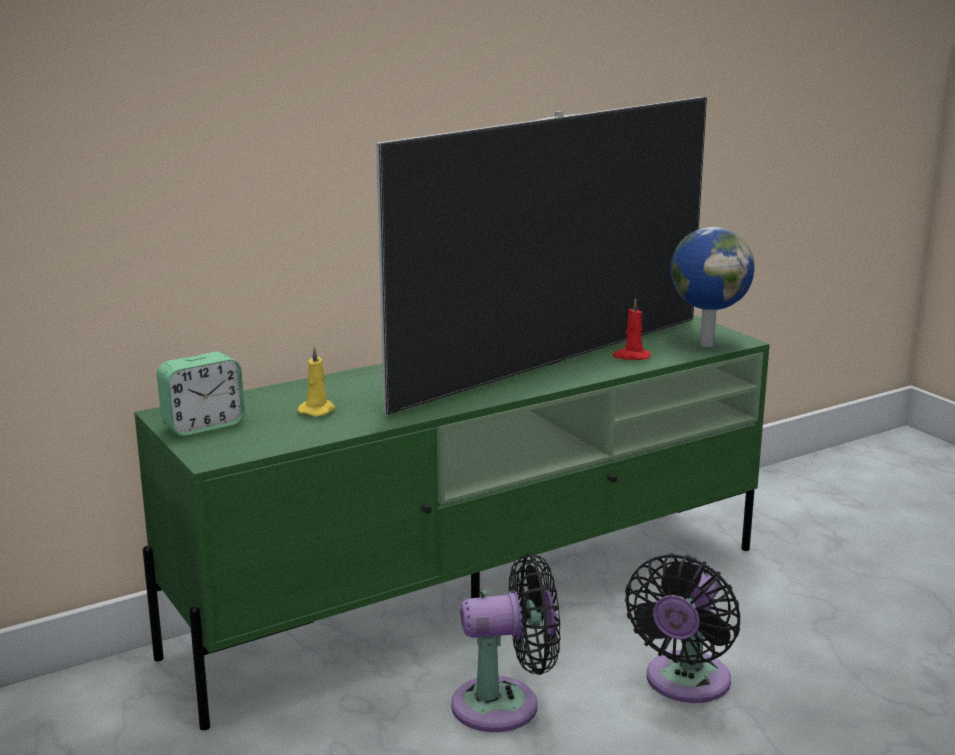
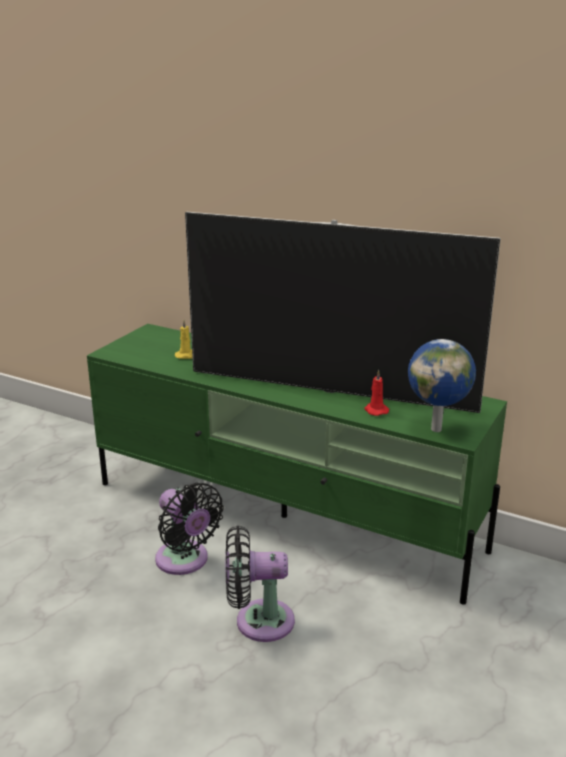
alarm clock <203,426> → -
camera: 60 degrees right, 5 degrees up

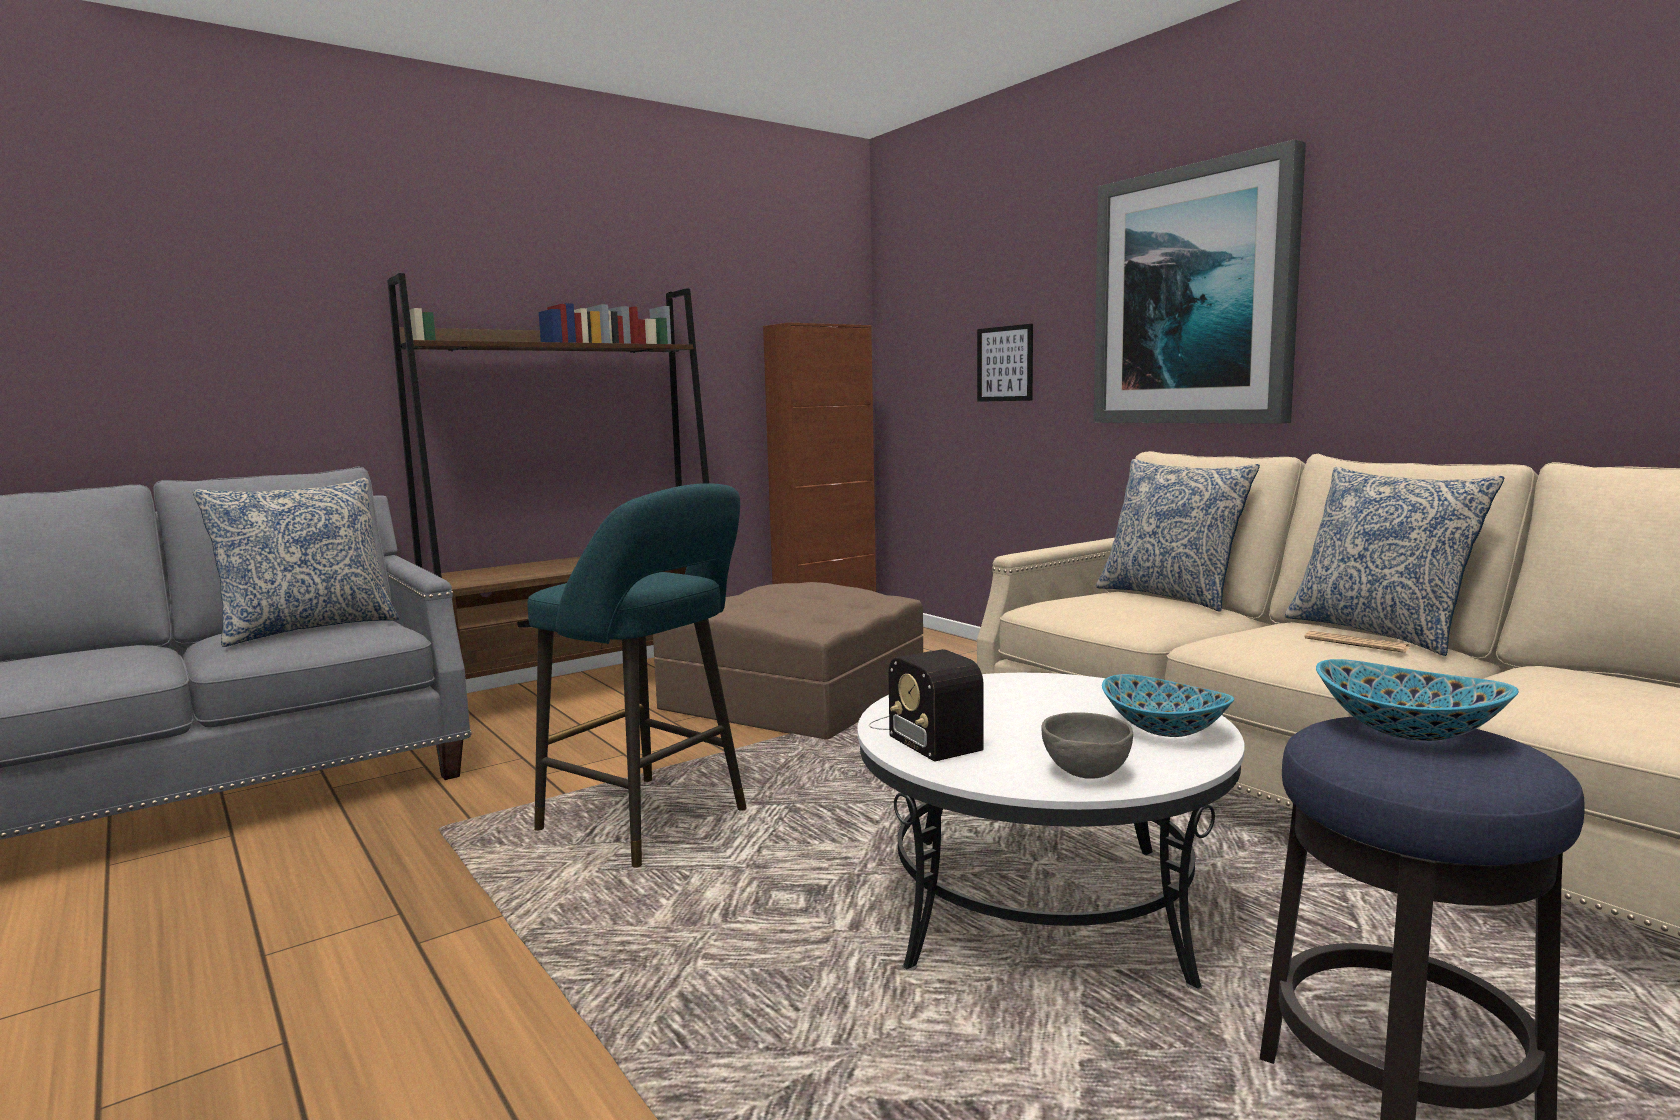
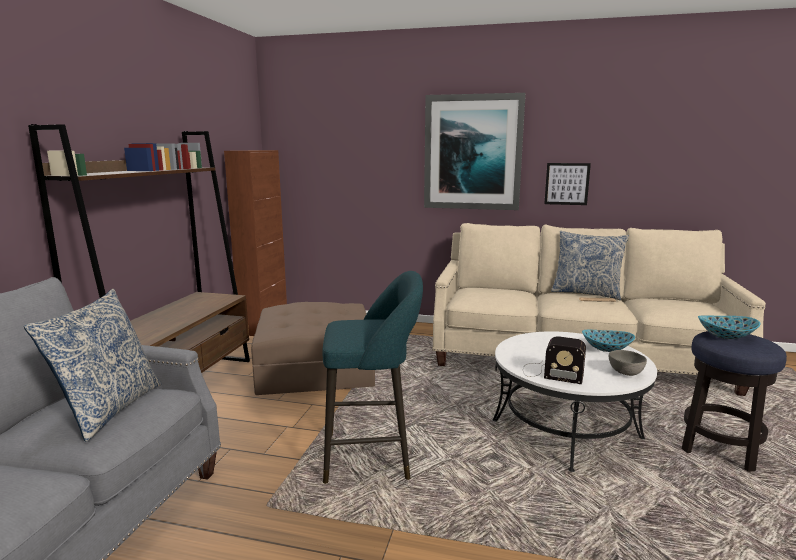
picture <1005,364> → picture <567,184>, shifted
pillow <1170,596> → -
camera: 40 degrees left, 5 degrees up

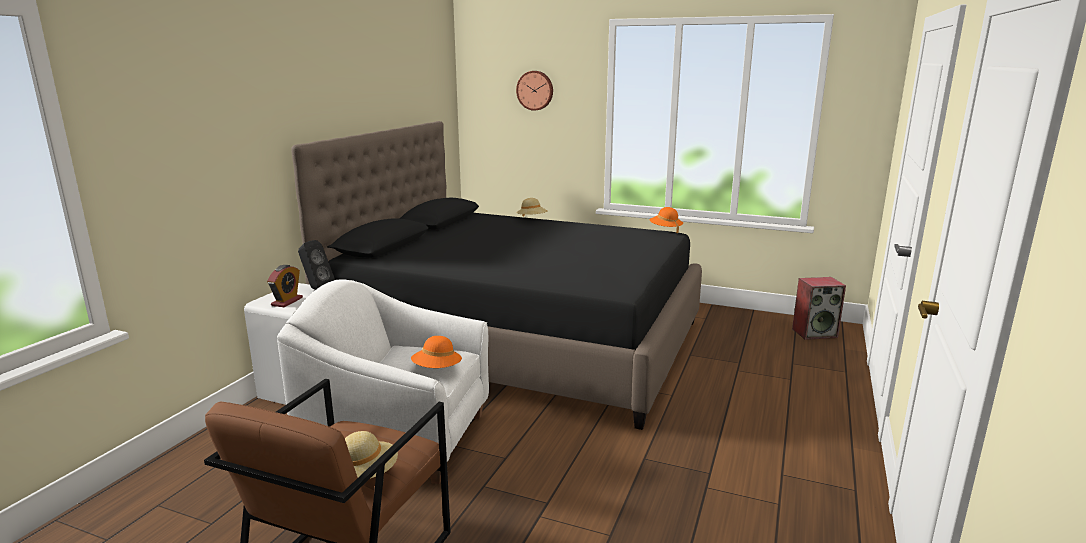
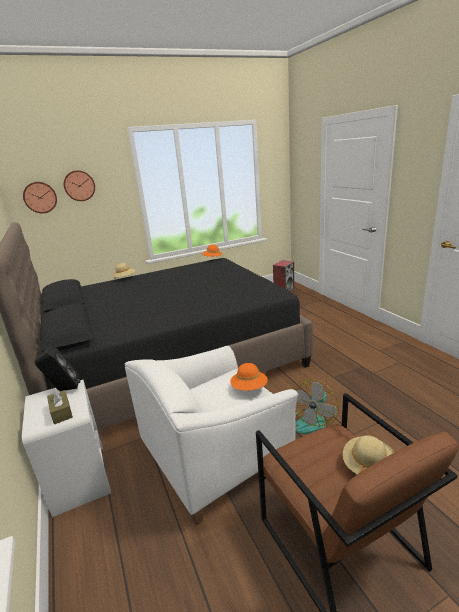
- → wall clock <40,197>
alarm clock <287,301> → tissue box/brown <61,412>
- → fan <313,420>
camera: 45 degrees left, 5 degrees up

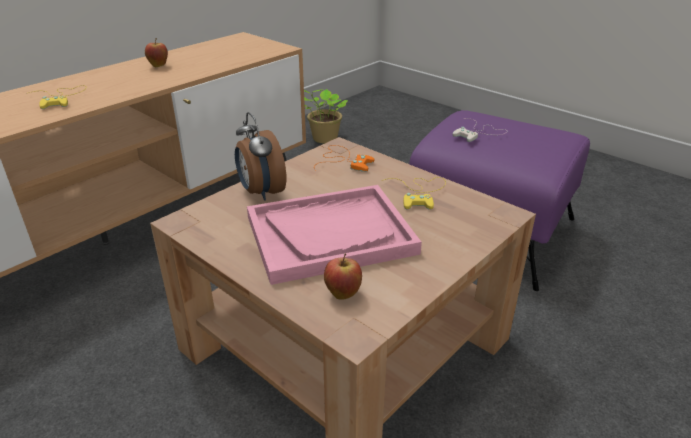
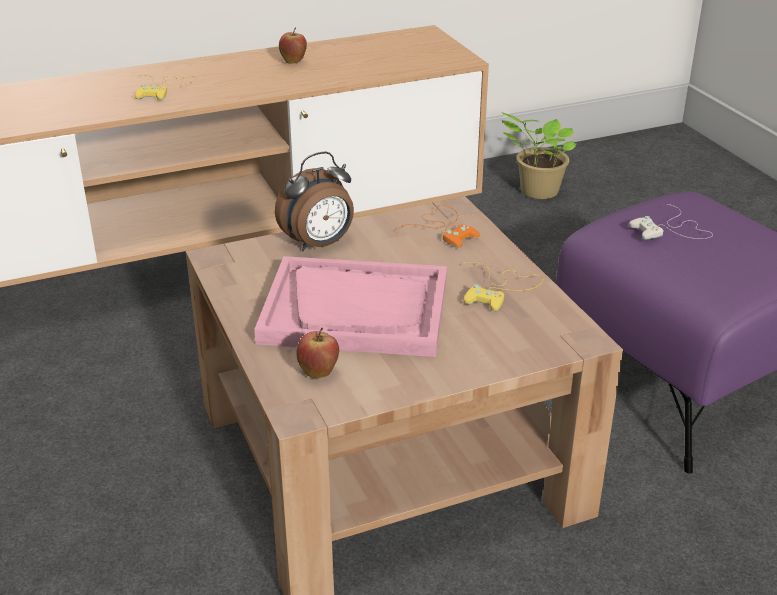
alarm clock <261,192> → alarm clock <319,244>, 120 degrees counterclockwise
camera: 25 degrees right, 0 degrees up

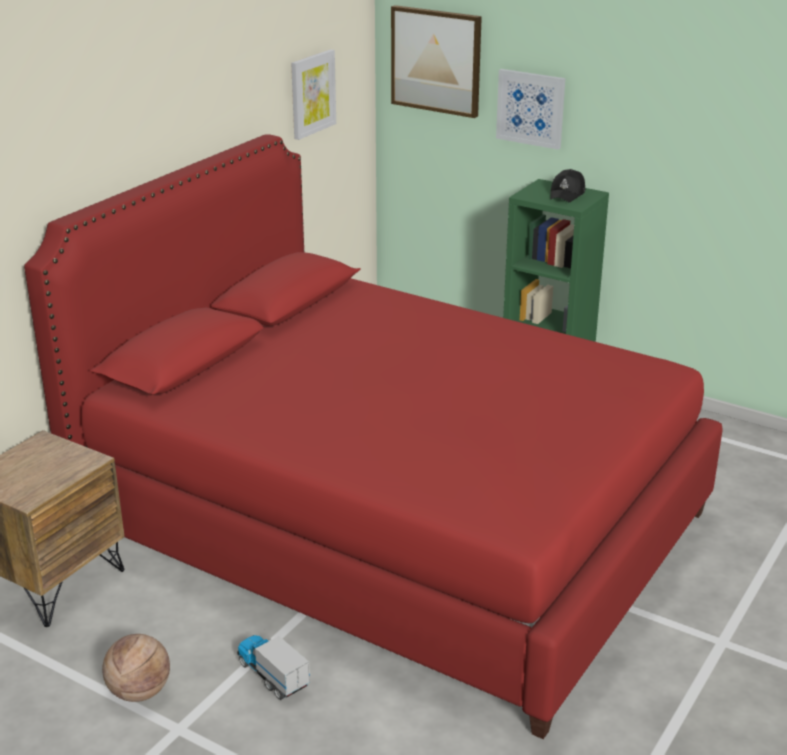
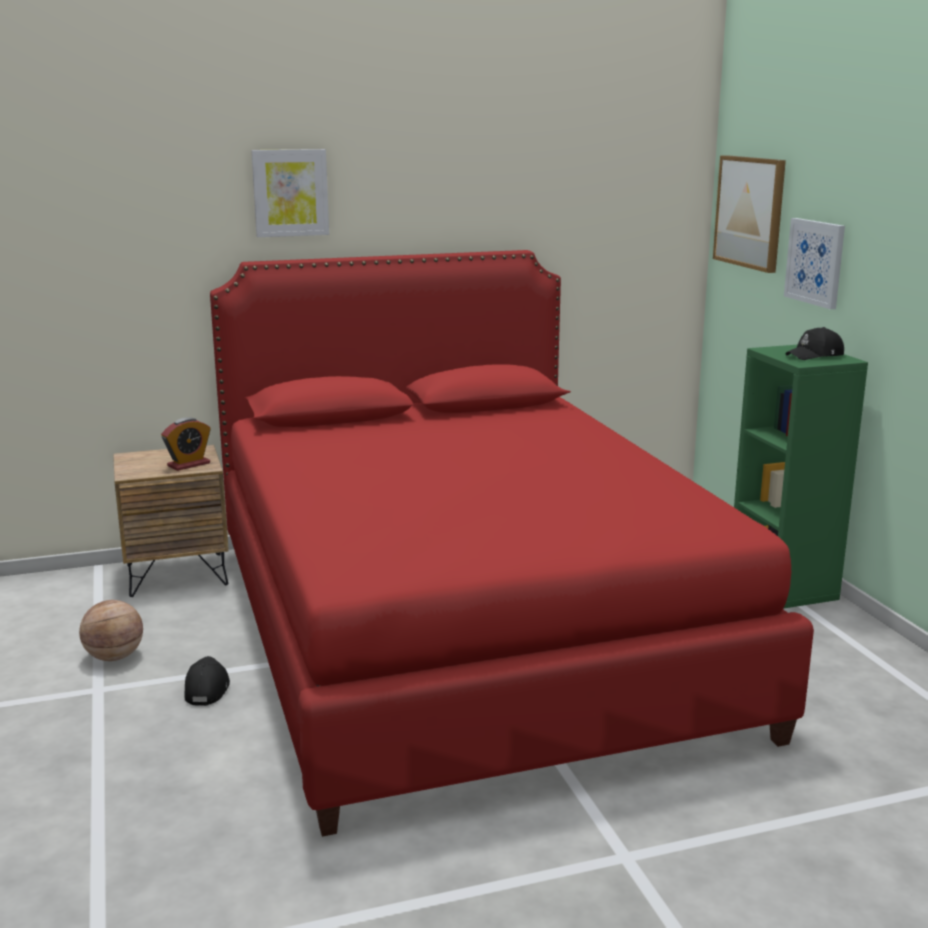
- → alarm clock <188,464>
toy truck <272,676> → peaked cap/blackish <206,688>
picture <312,93> → picture <290,193>, shifted
camera: 40 degrees right, 10 degrees down

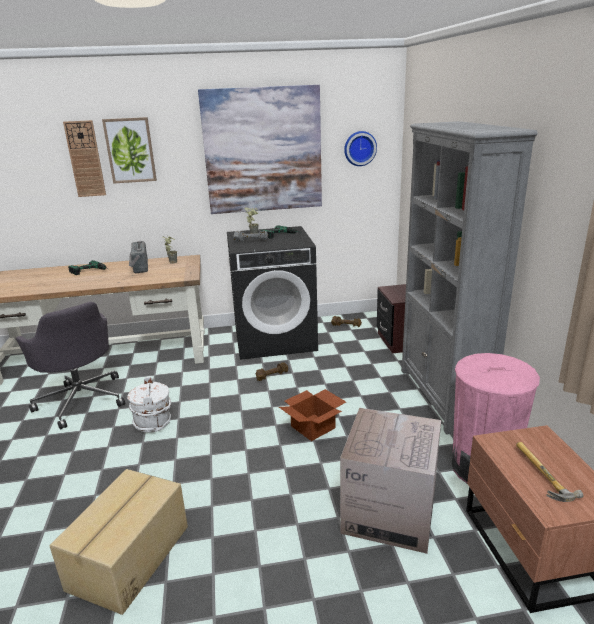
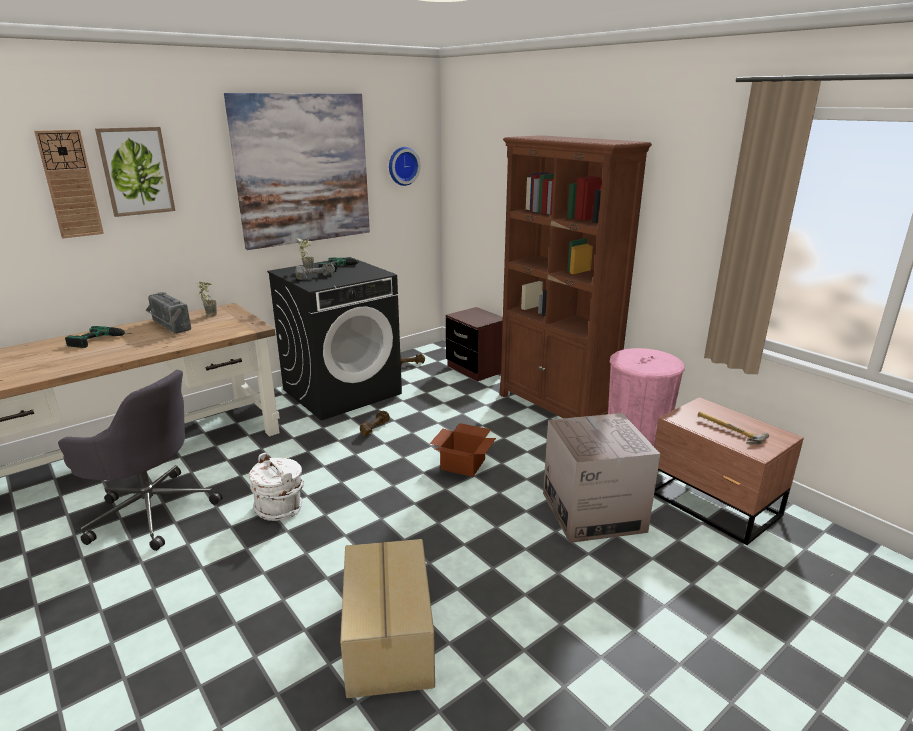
shelving unit/gray <443,397> → shelving unit/brown <555,409>
camera: 30 degrees left, 0 degrees up

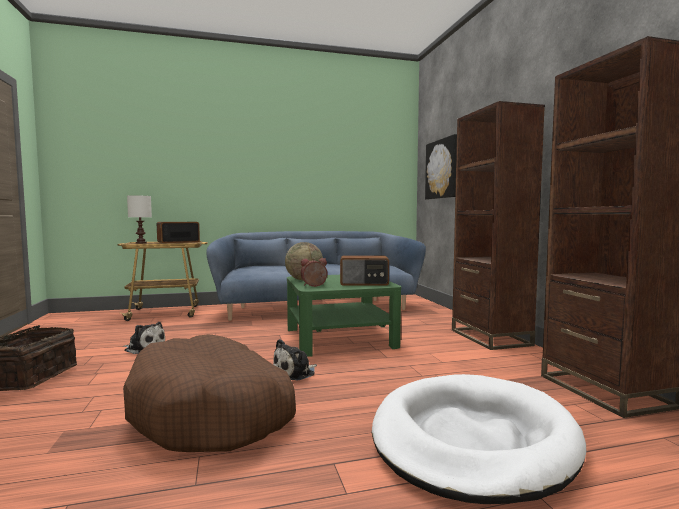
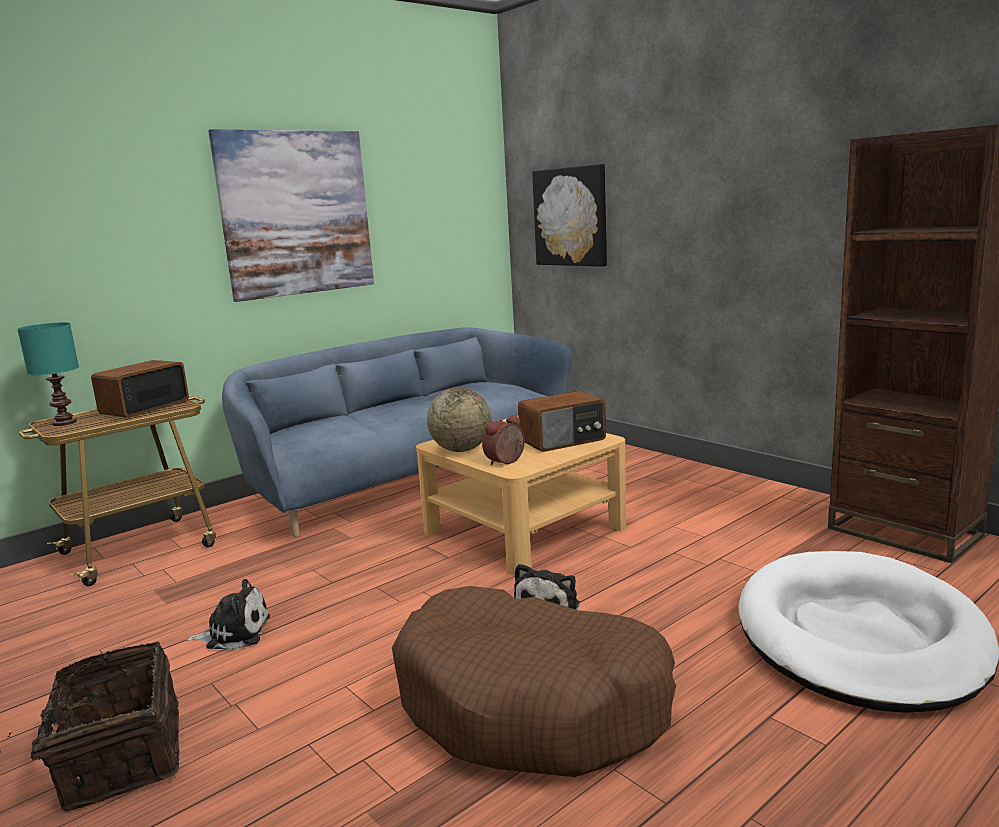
lamp for a table/white-coloured <140,243> → lamp for a table/blue-green <63,423>
- → picture <296,213>
low table/greenish <340,337> → low table/sand-coloured <524,528>
shelving unit/brown <490,337> → -
camera: 25 degrees left, 10 degrees up

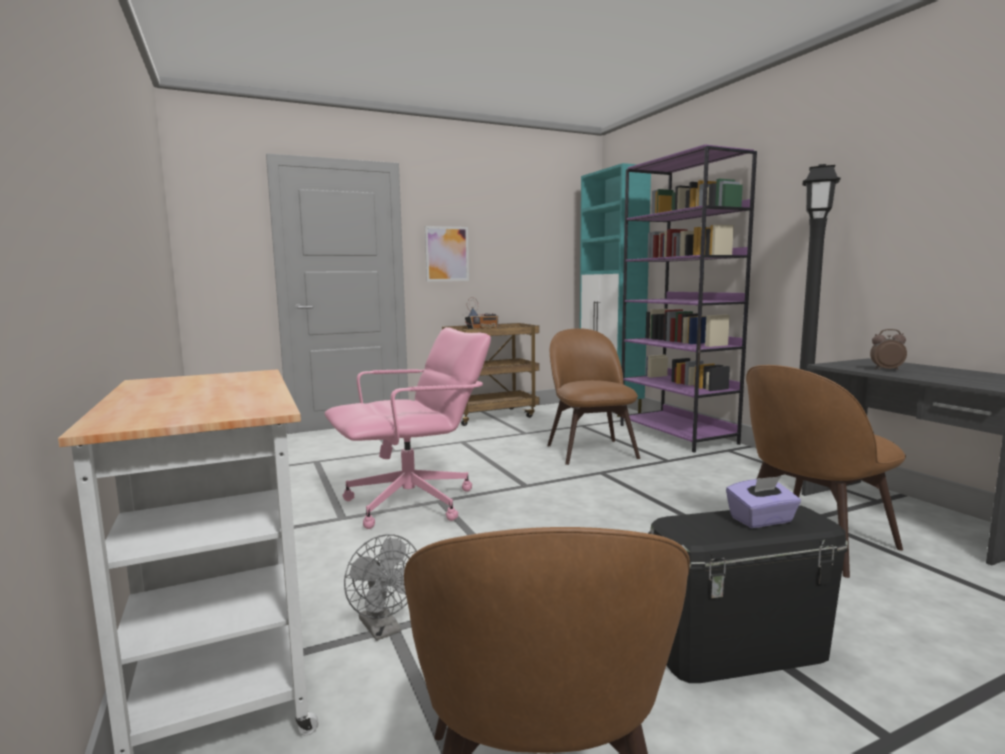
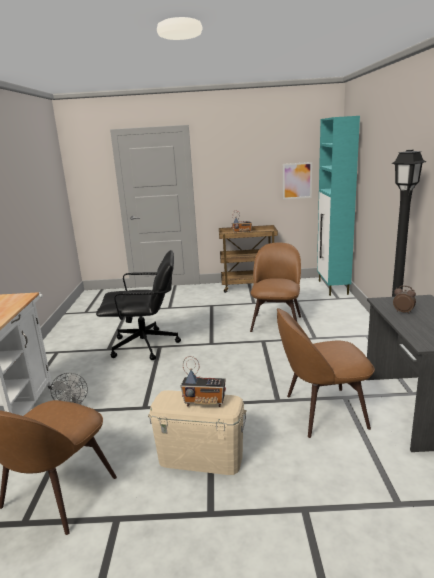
desk chair/pink-coloured <412,503> → desk chair/blackish <145,346>
storage box/blackish <739,648> → storage box/sand-coloured <201,458>
tissue box/purple-coloured <761,520> → radio receiver <205,402>
picture <447,254> → picture <297,180>, shifted
shelving unit/purple-coloured <677,434> → -
camera: 25 degrees right, 10 degrees up

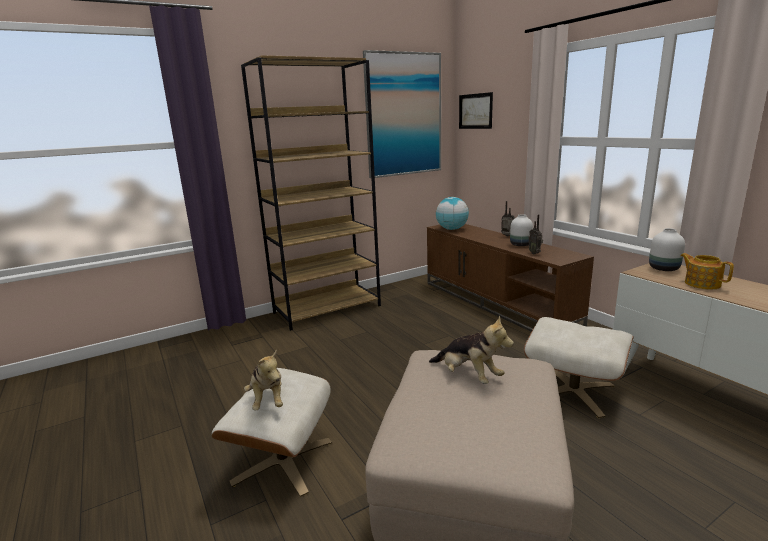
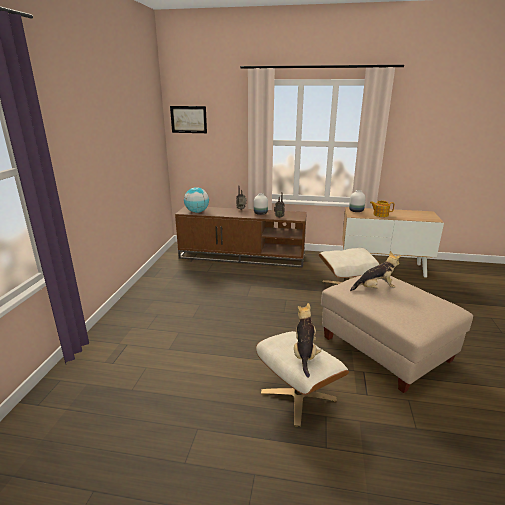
soft toy <268,400> → soft toy <304,355>, 105 degrees counterclockwise
shelving unit/brown <327,309> → -
picture <404,115> → -
camera: 50 degrees left, 5 degrees up

